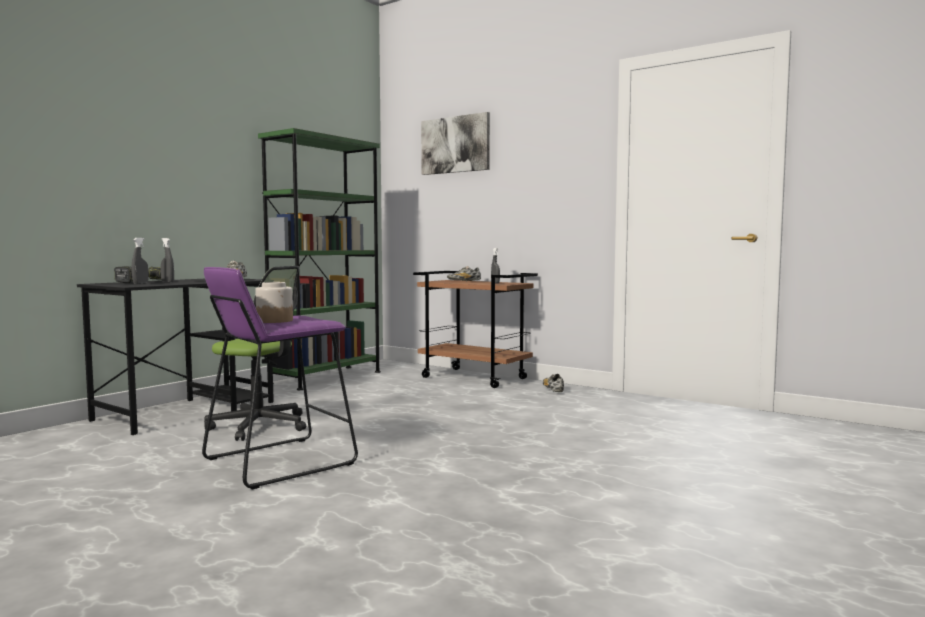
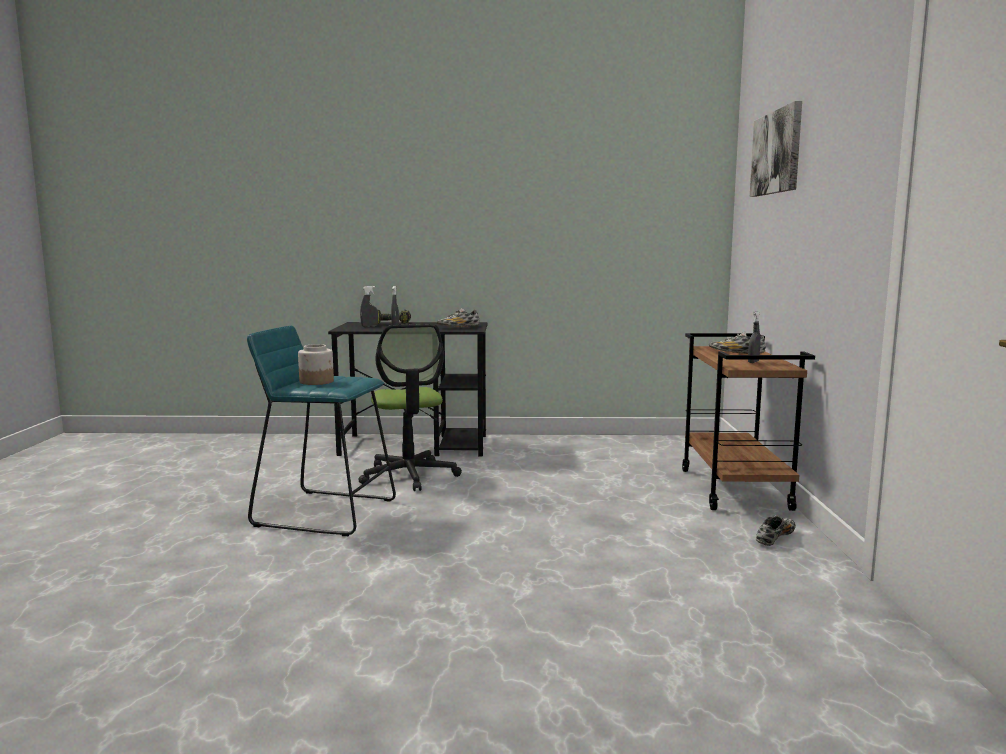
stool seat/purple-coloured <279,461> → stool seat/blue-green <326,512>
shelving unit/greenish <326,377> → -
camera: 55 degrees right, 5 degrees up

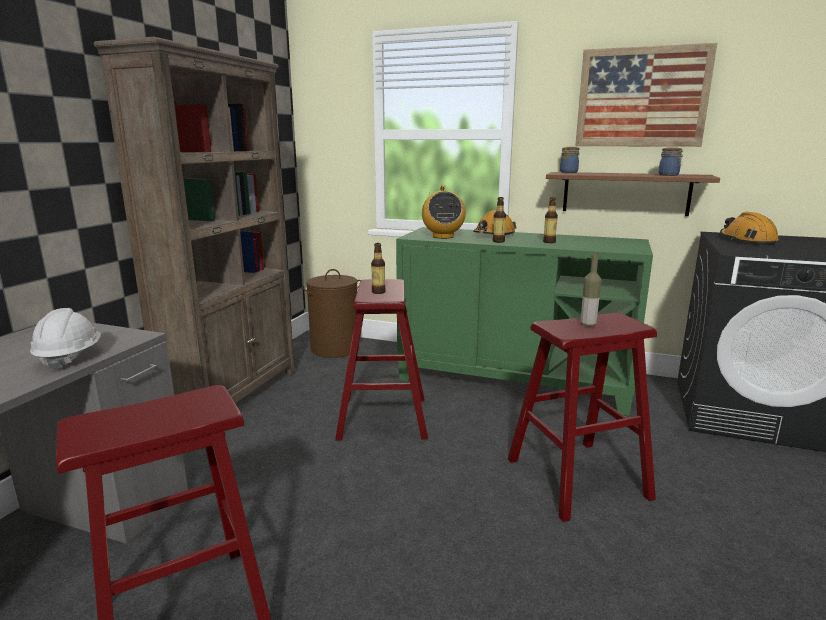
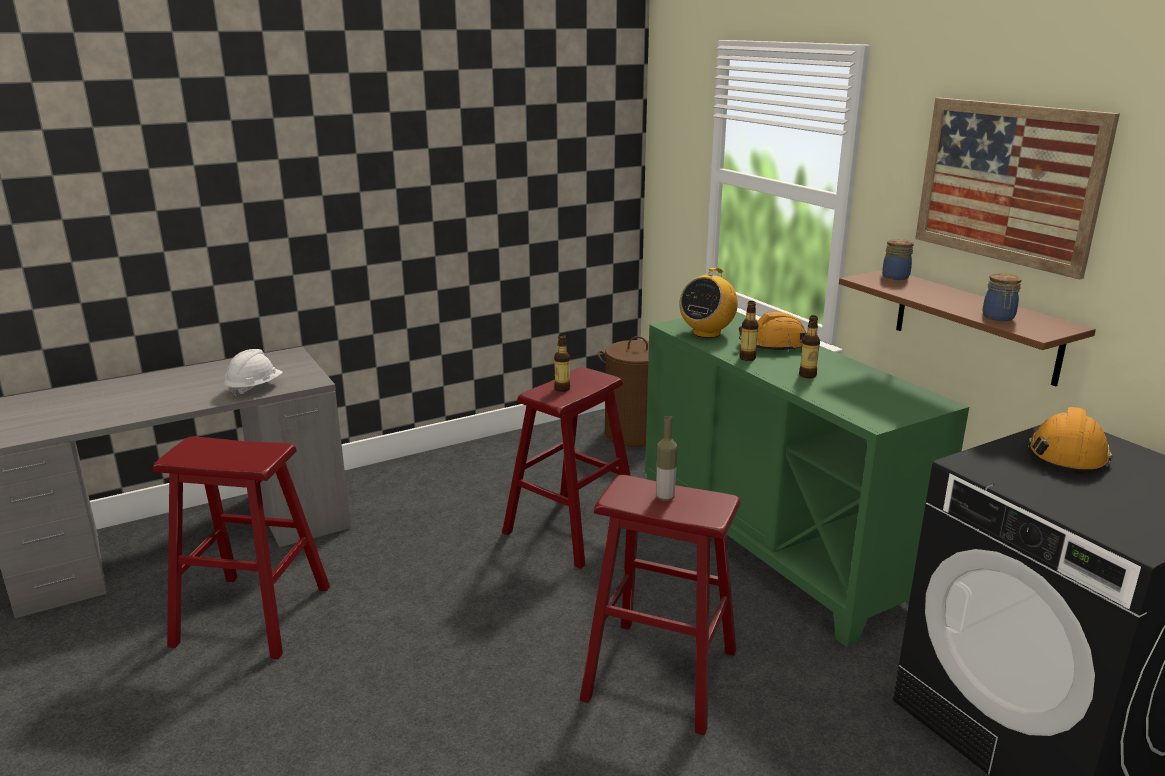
shelving unit/brown <234,395> → -
camera: 40 degrees right, 5 degrees up

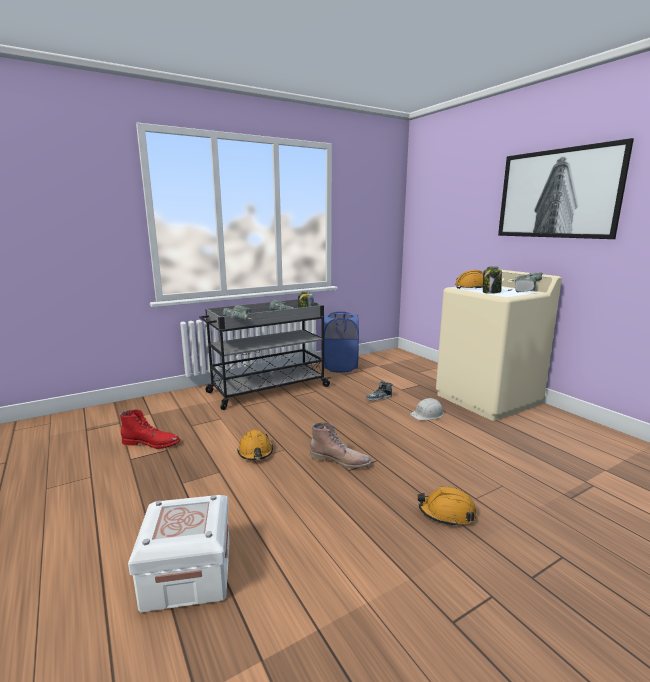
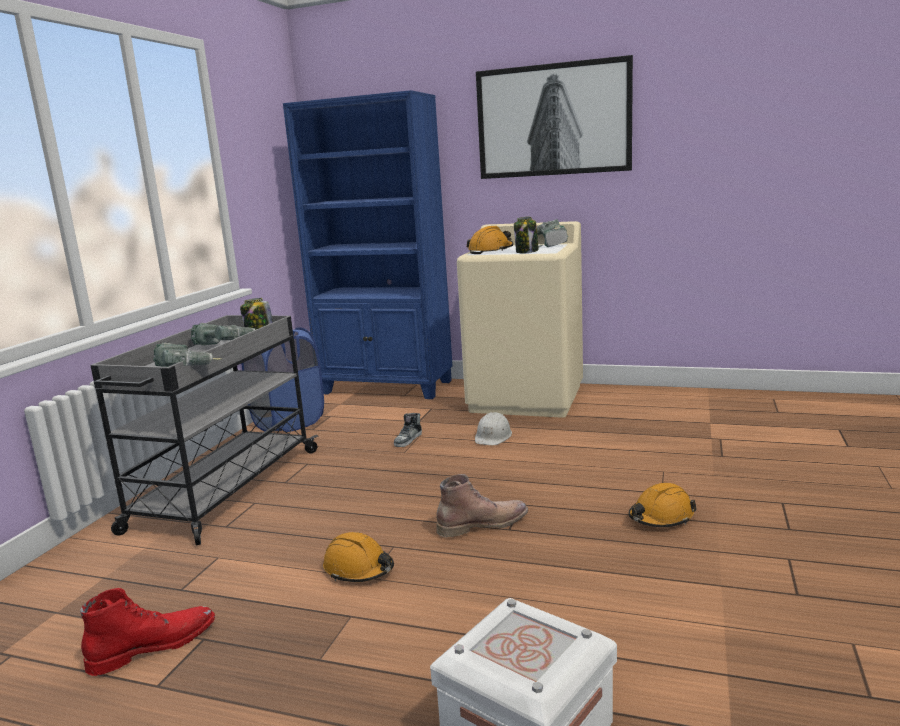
- → shelving unit/blue-coloured <387,387>
camera: 40 degrees left, 0 degrees up

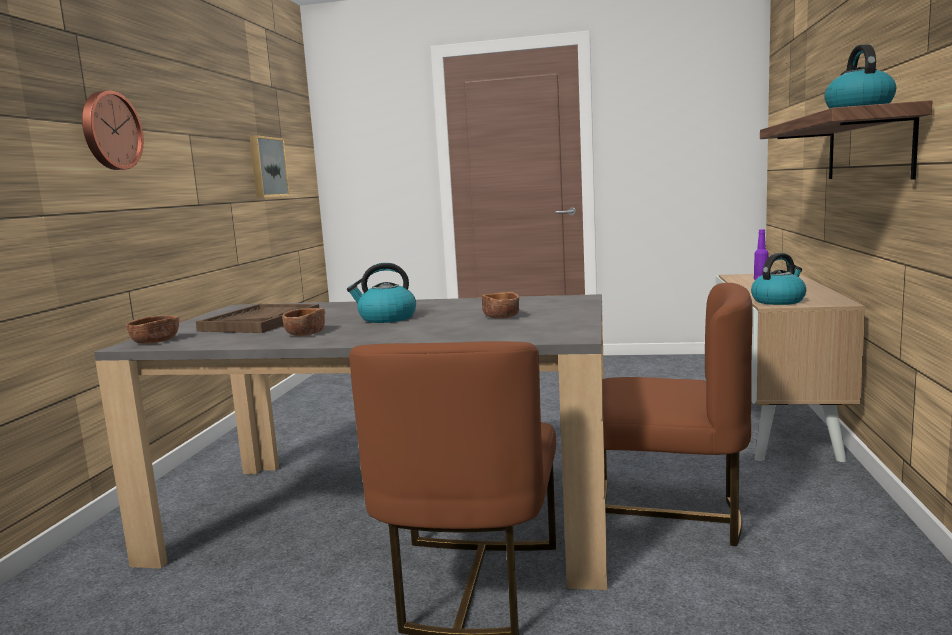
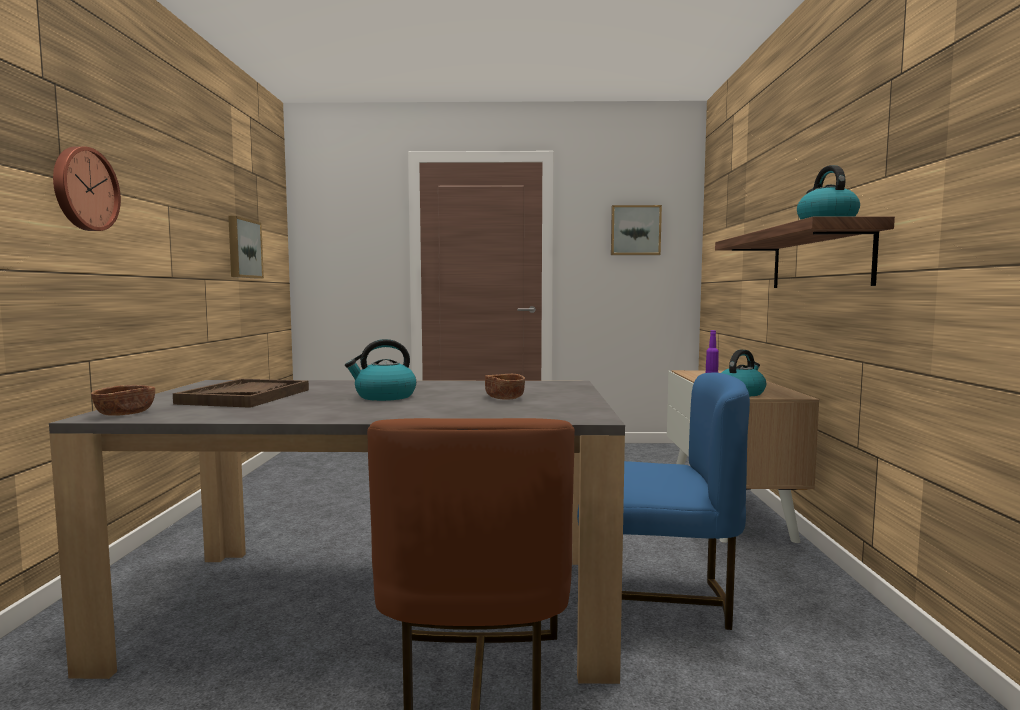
upright chair/brown <662,516> → upright chair/blue-coloured <653,600>
- → picture <635,230>
serving bowl/brown <305,333> → -
camera: 10 degrees left, 5 degrees down

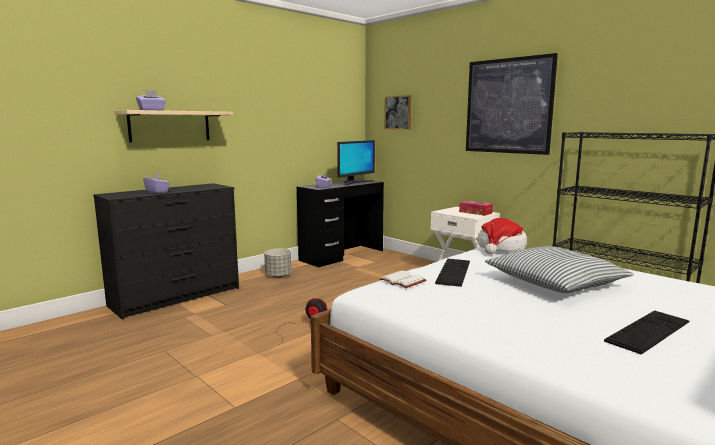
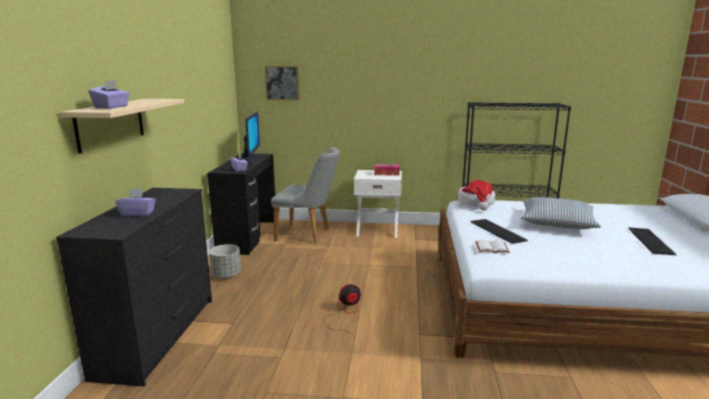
- → upright chair/gray <308,234>
picture <508,106> → -
camera: 40 degrees left, 5 degrees up

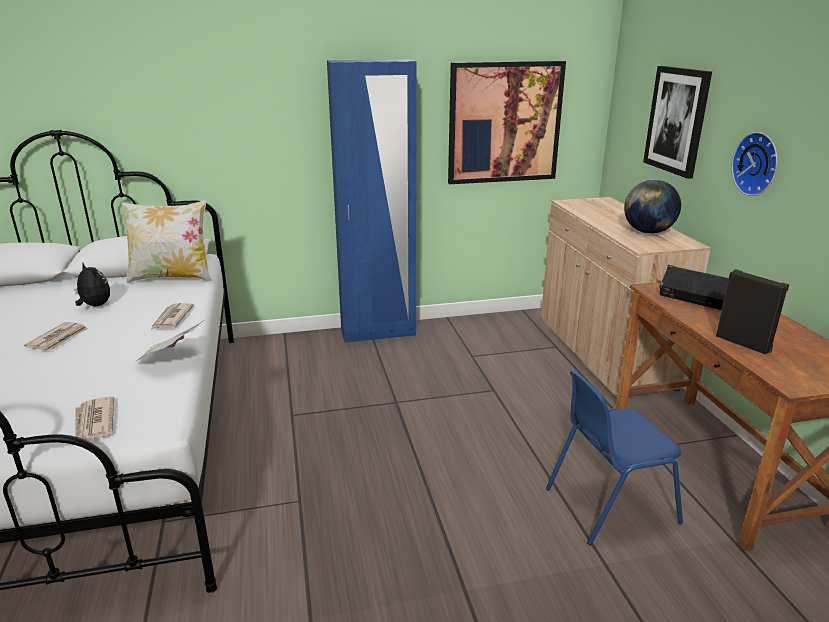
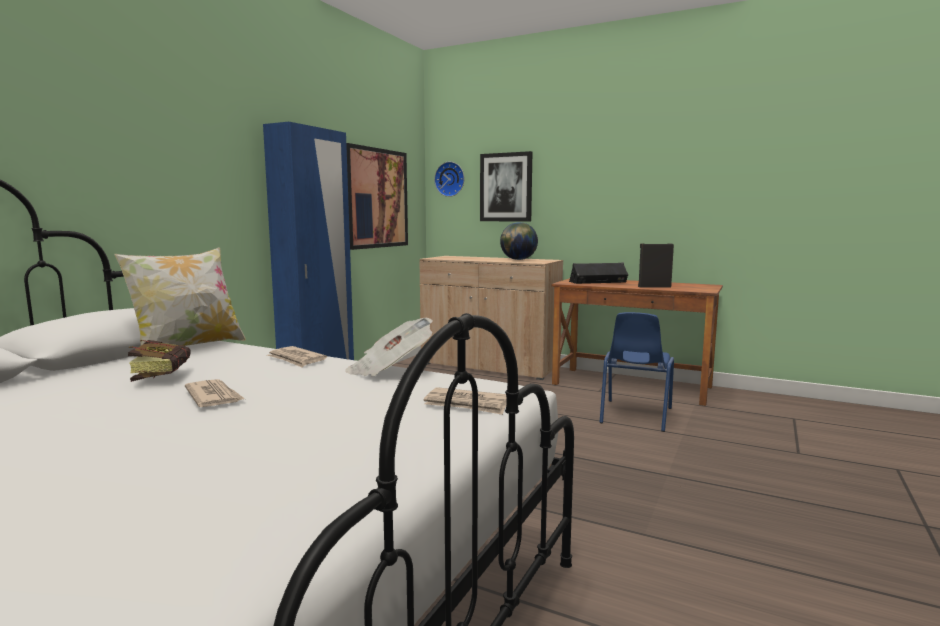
soft toy <95,306> → volume <164,376>
wall clock <758,164> → wall clock <450,179>, shifted
camera: 50 degrees left, 15 degrees down

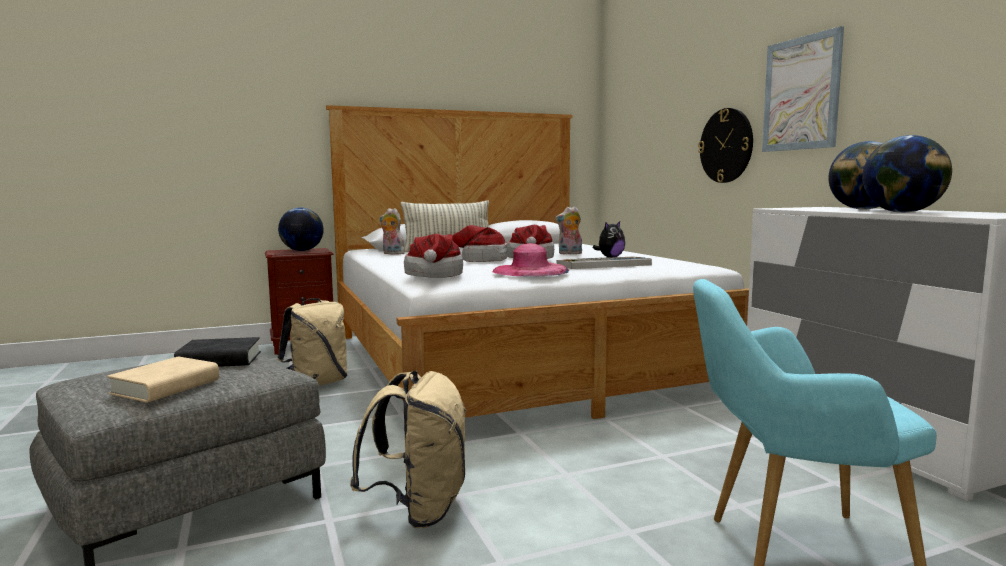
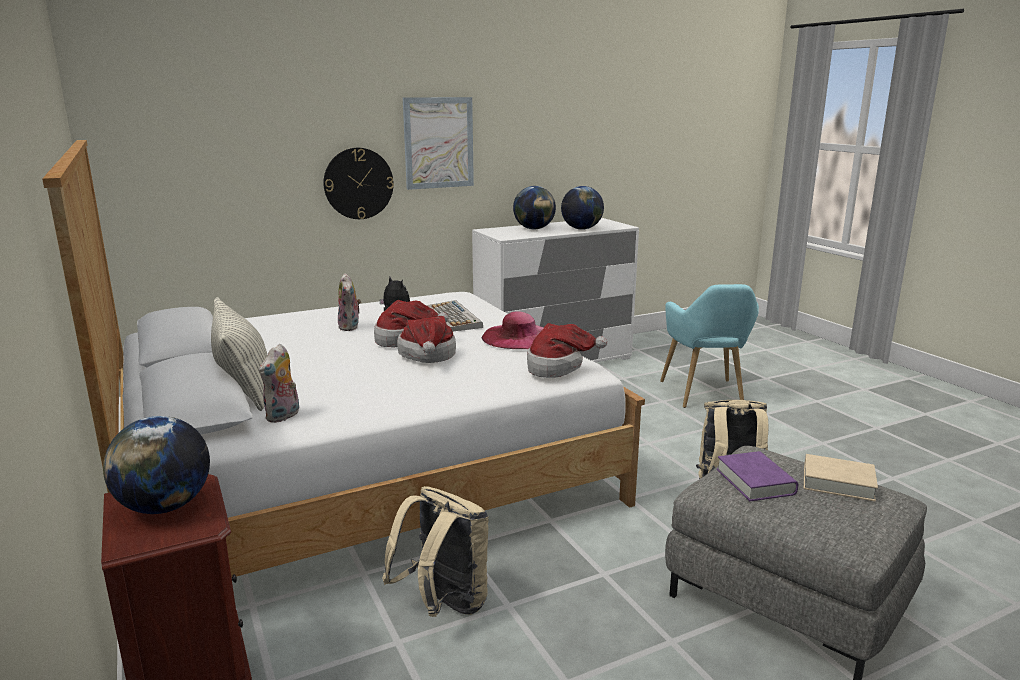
volume/blackish <219,360> → volume/purple-coloured <755,482>
camera: 95 degrees left, 10 degrees up

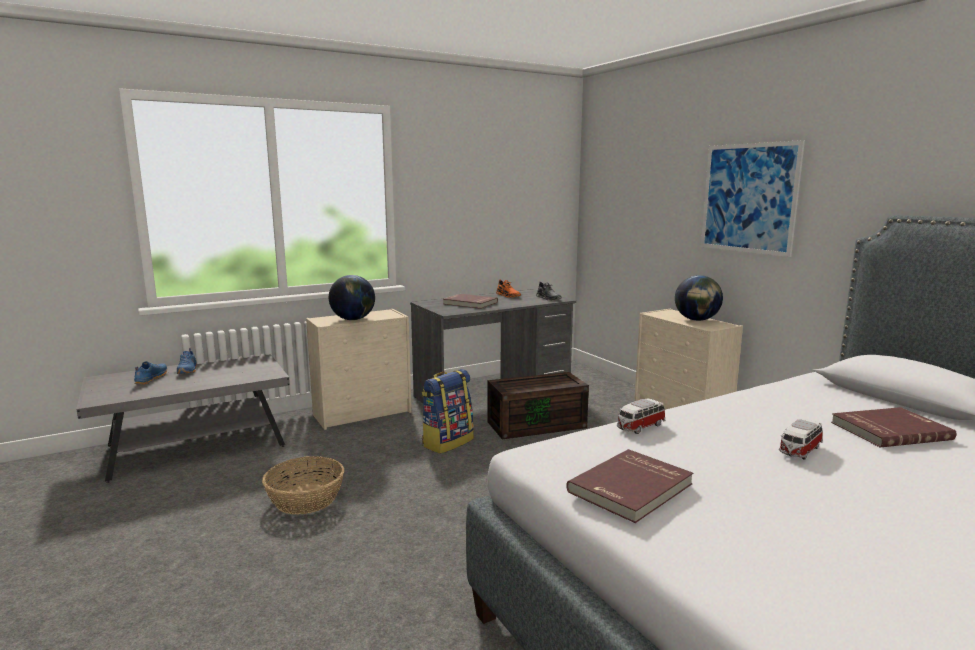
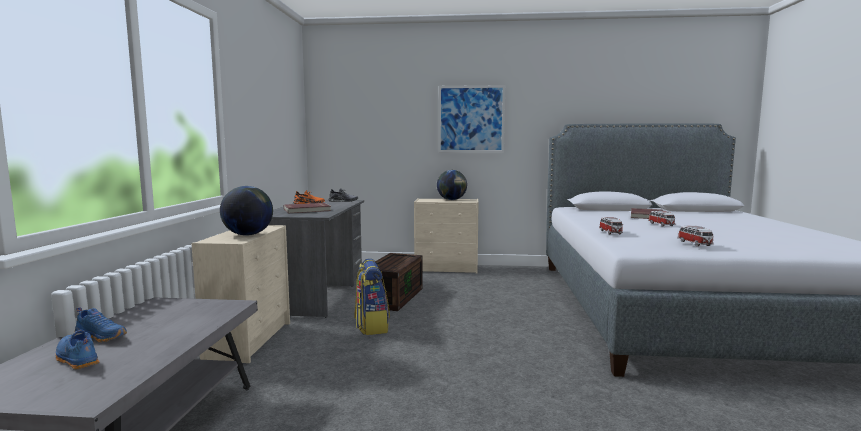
volume/red-coloured <632,488> → model car <695,244>
household basket <305,499> → -
camera: 55 degrees left, 5 degrees down

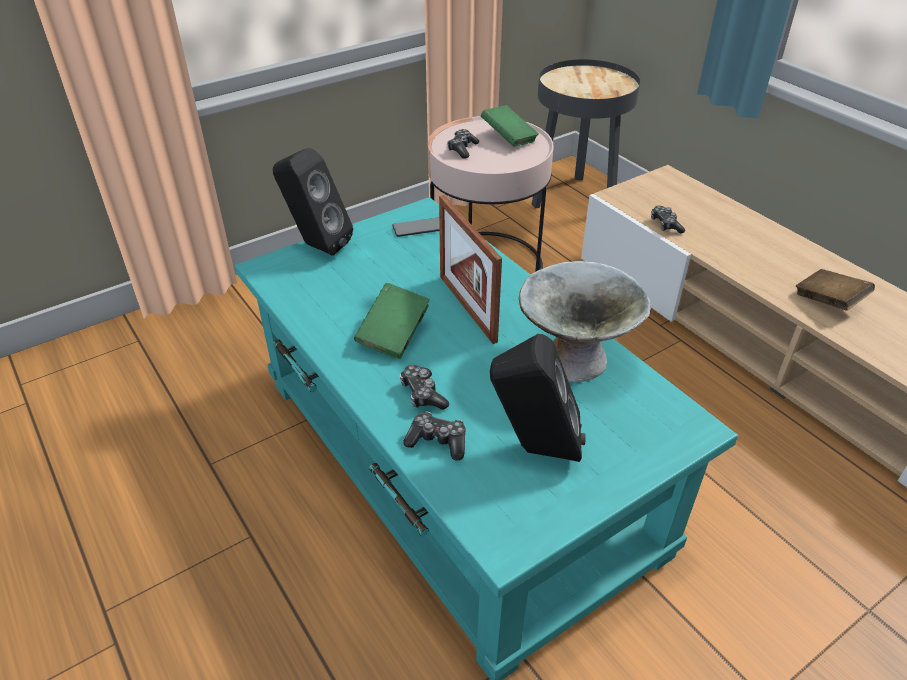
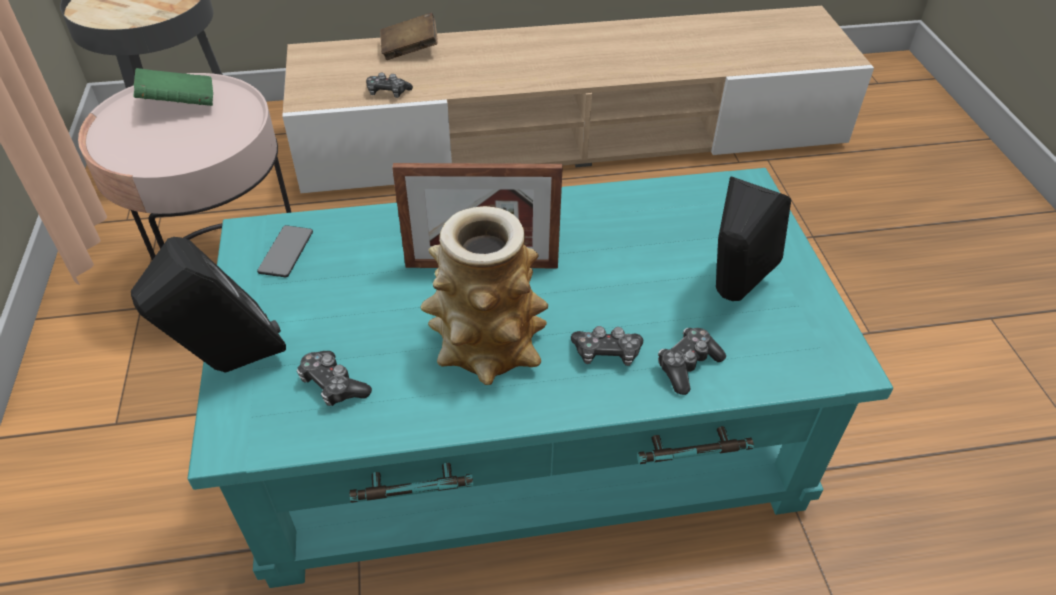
game controller <462,149> → game controller <333,385>, shifted
volume/brown <828,301> → volume/brown <410,50>, shifted
volume/greenish <393,335> → vase <487,345>
serving bowl/gray <575,361> → -
camera: 65 degrees left, 5 degrees up

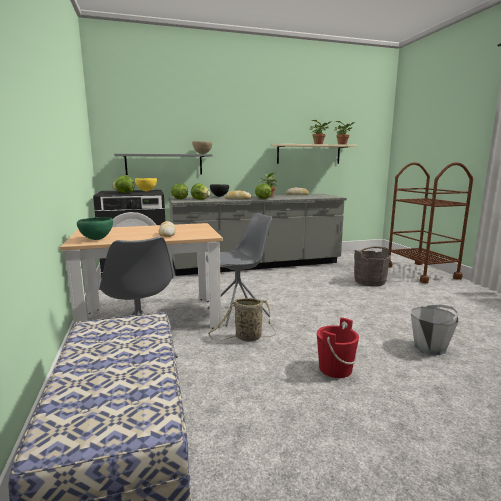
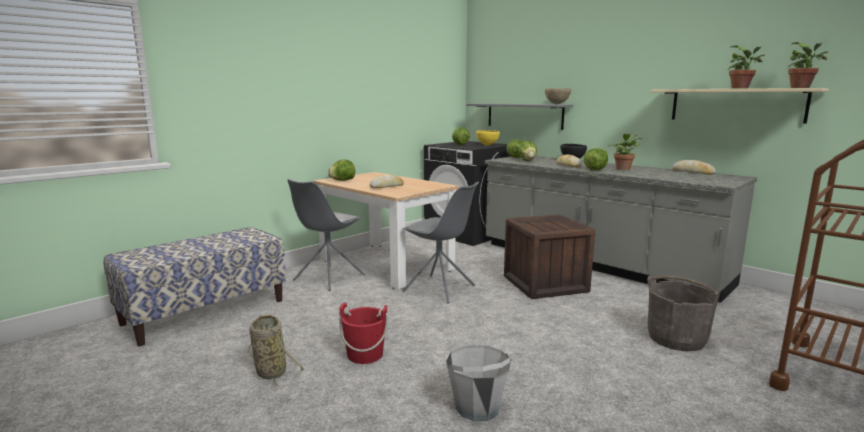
household basket <246,338> → household basket <270,371>, shifted
serving bowl/greenish <97,239> → lettuce <342,180>
- → shipping crate <545,284>
camera: 60 degrees right, 0 degrees up

